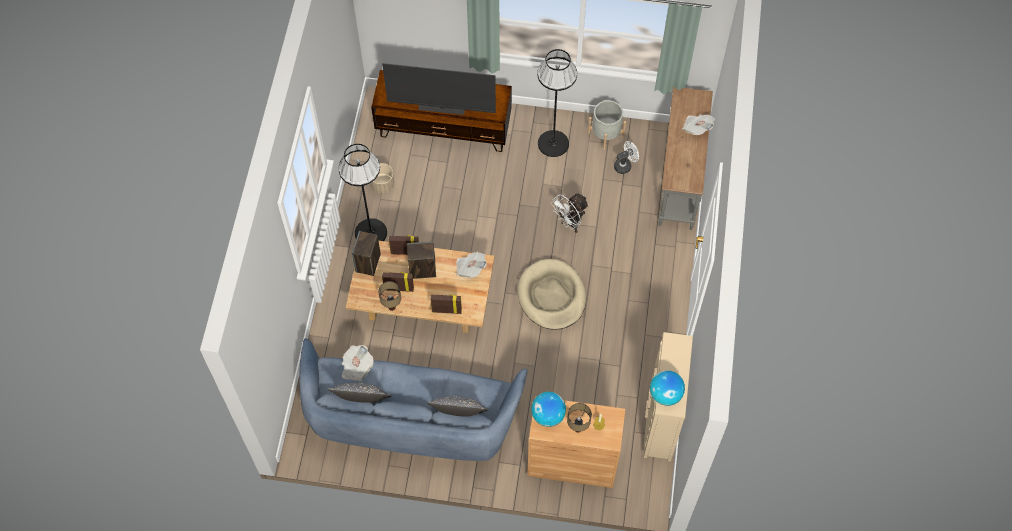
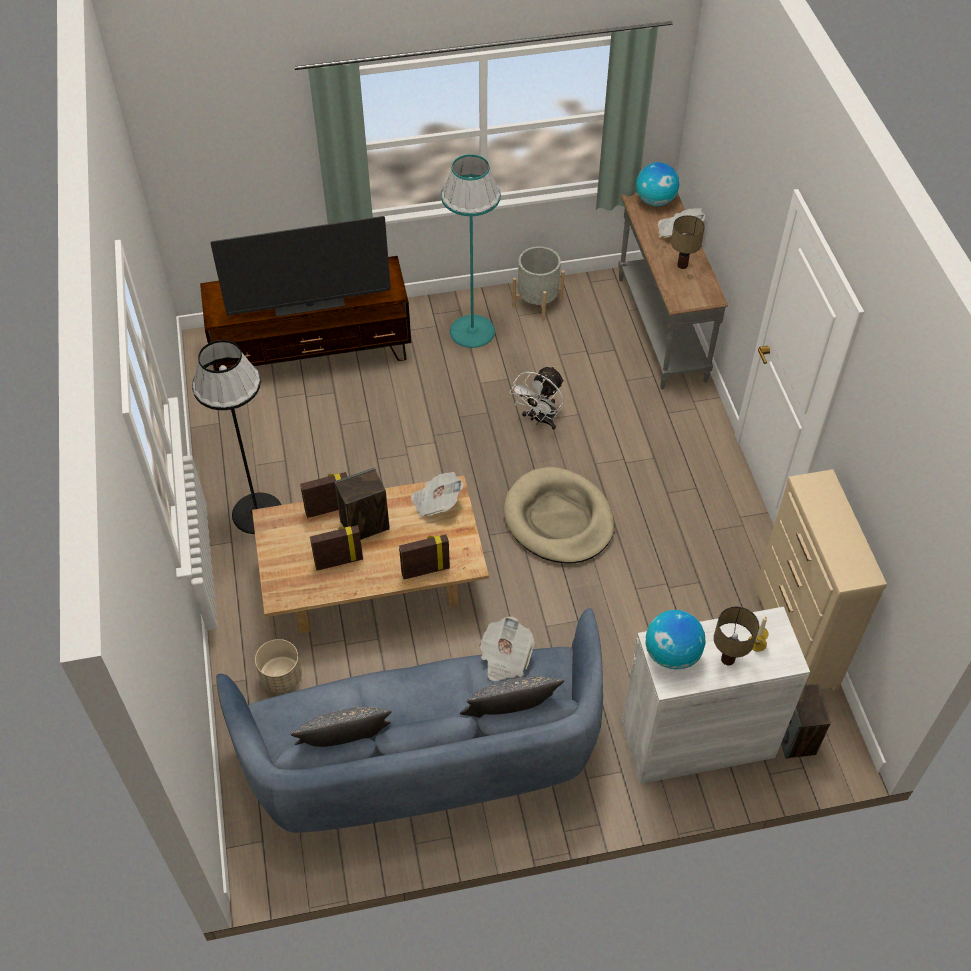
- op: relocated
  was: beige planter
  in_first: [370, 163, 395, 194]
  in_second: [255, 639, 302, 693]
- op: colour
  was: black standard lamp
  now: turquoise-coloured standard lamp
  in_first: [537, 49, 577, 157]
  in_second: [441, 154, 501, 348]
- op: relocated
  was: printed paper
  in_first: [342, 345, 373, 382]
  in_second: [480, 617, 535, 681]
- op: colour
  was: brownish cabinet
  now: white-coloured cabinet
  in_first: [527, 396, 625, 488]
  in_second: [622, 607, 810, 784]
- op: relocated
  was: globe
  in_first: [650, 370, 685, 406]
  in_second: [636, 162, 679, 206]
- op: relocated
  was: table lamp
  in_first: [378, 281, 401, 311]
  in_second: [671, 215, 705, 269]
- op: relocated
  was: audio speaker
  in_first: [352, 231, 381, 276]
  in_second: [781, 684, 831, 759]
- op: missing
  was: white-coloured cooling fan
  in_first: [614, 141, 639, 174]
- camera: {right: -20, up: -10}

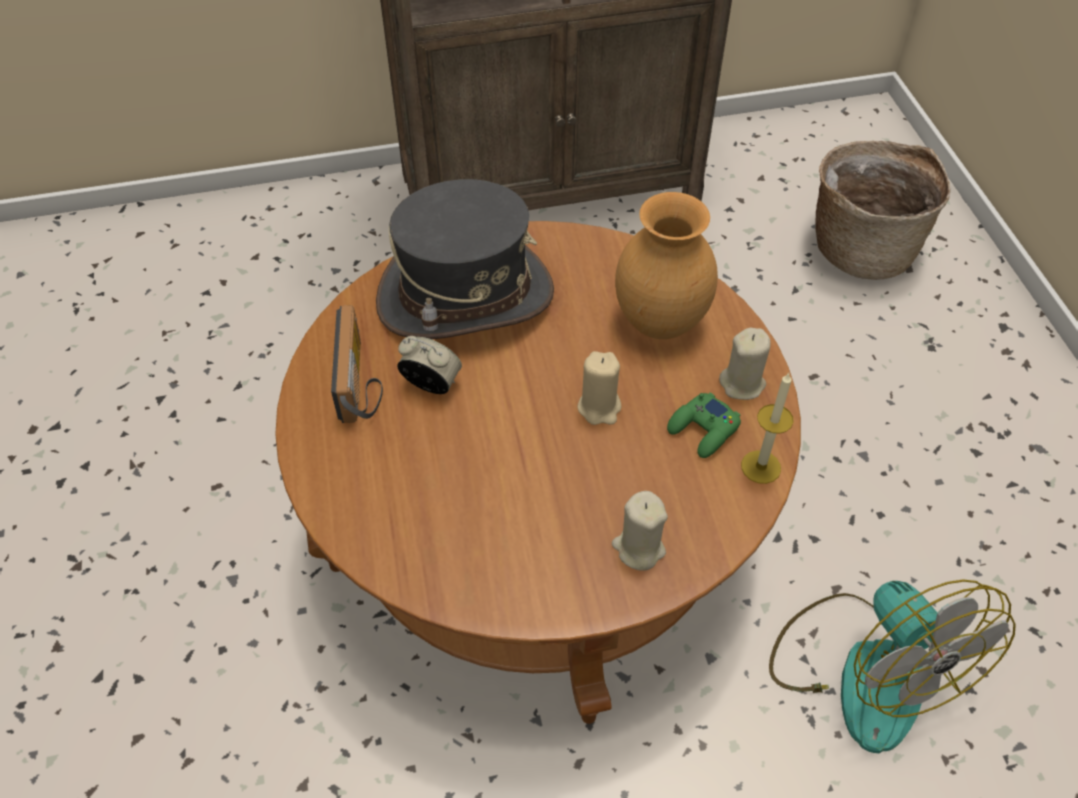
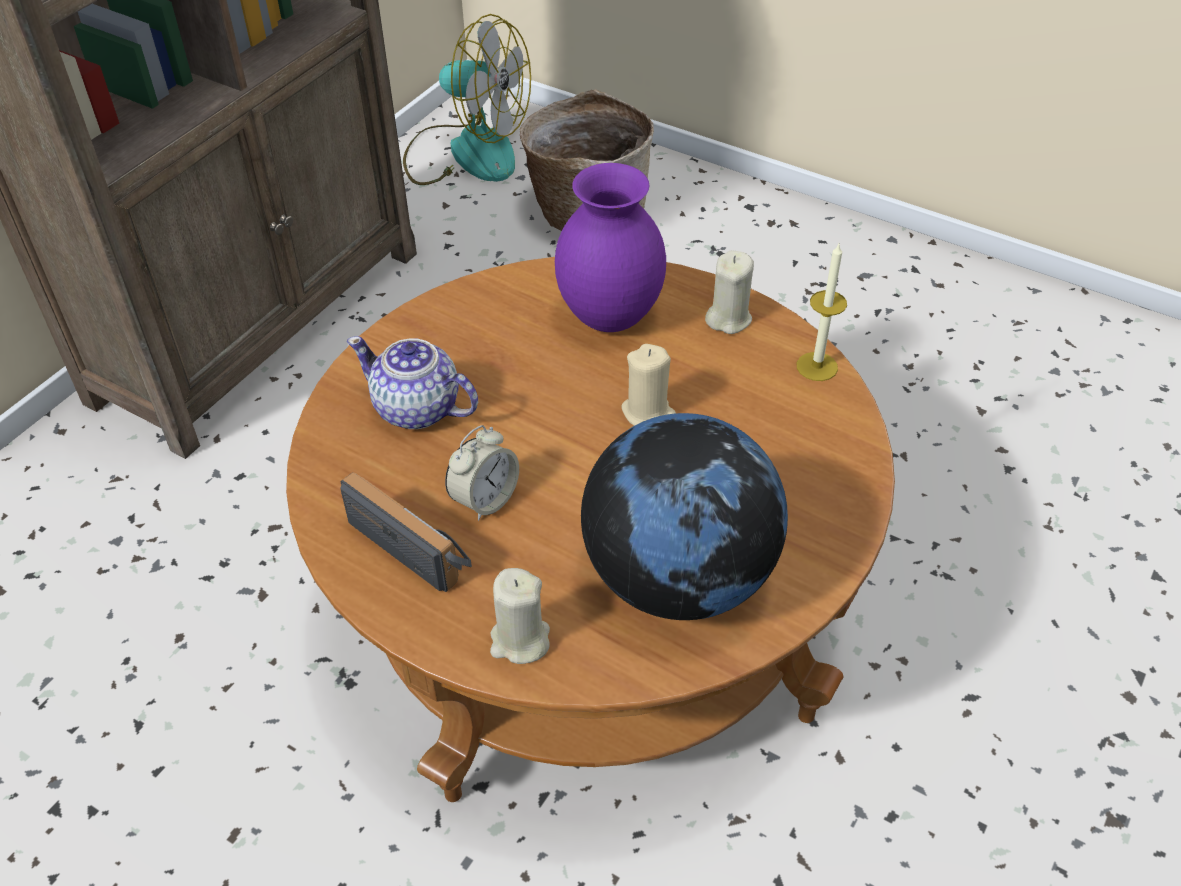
- op: exchanged
  was: gray clothing hat
  now: teapot
  in_first: [376, 179, 554, 339]
  in_second: [347, 336, 478, 429]
- op: relocated
  was: cooling fan
  in_first: [769, 579, 1016, 753]
  in_second: [403, 14, 531, 185]
- op: spun
  was: alarm clock
  in_first: [397, 336, 462, 394]
  in_second: [445, 425, 519, 521]
  clockwise: 150
- op: relocated
  was: beige candle
  in_first: [612, 491, 668, 571]
  in_second: [490, 568, 550, 664]
- op: colour
  was: brownish decorative vase
  now: purple-coloured decorative vase
  in_first: [615, 192, 718, 339]
  in_second: [555, 163, 666, 332]
- op: appeared
  now: globe
  in_second: [581, 413, 788, 620]
- op: missing
  was: green gamepad
  in_first: [667, 392, 741, 458]
- camera: {right: -45, up: -5}

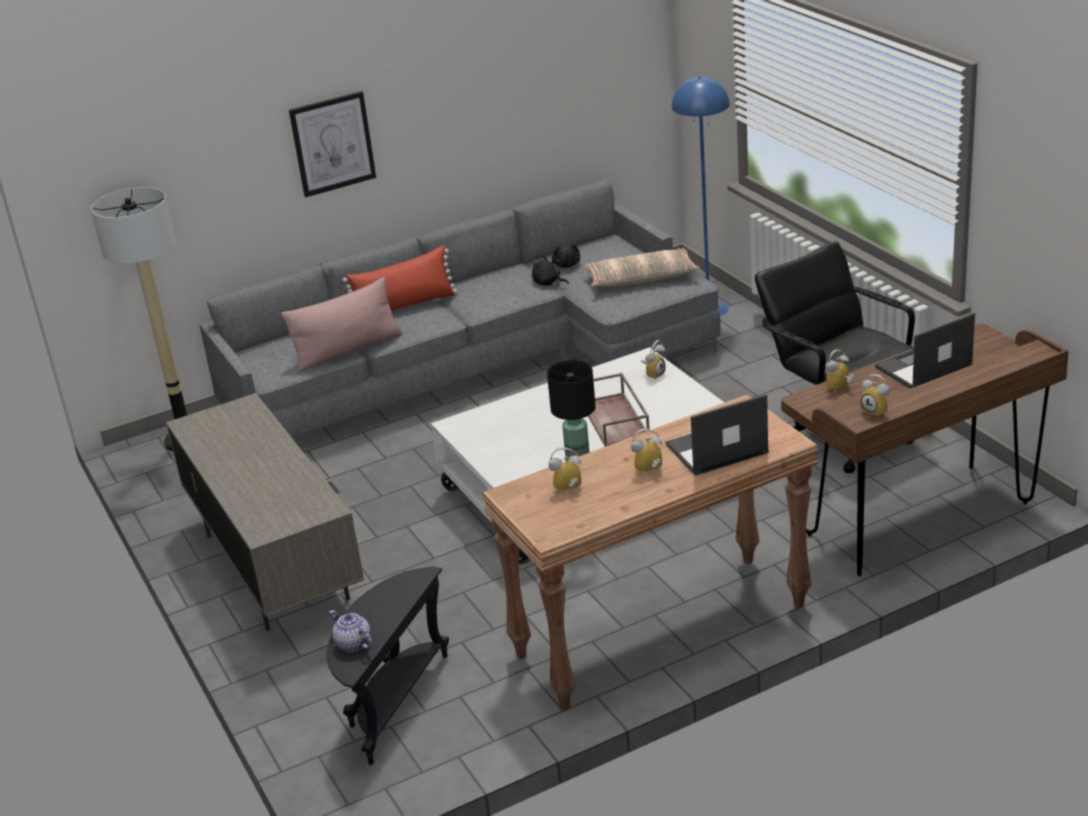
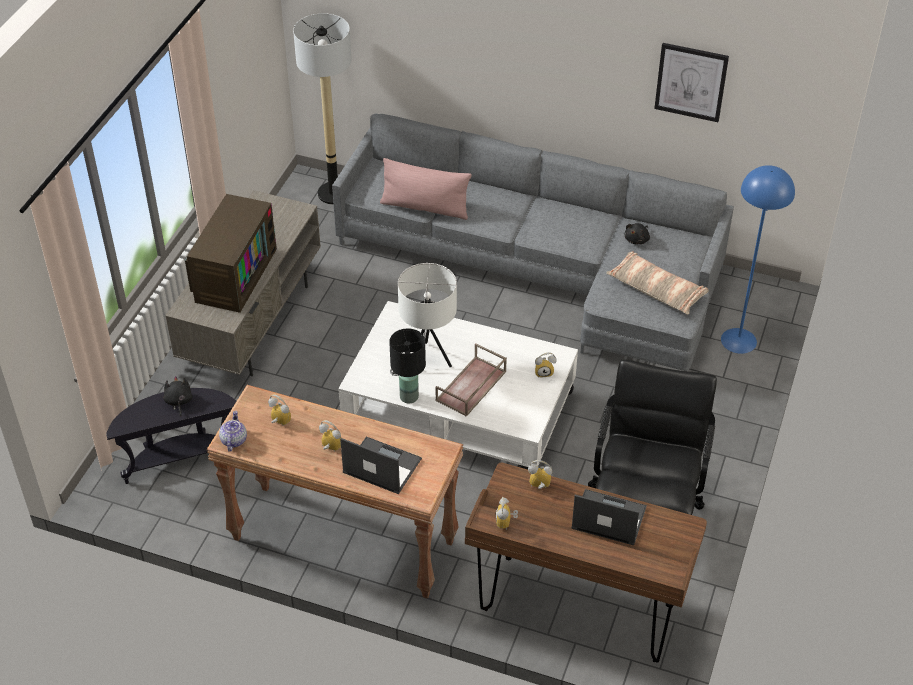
- op: relocated
  was: black plush toy
  in_first: [532, 255, 569, 286]
  in_second: [163, 376, 192, 416]
- op: appeared
  now: TV set
  in_second: [185, 194, 277, 313]
- op: relocated
  was: teapot
  in_first: [330, 610, 372, 652]
  in_second: [219, 411, 247, 452]
- op: appeared
  now: white-coloured table lamp
  in_second: [390, 263, 457, 376]
- op: relocated
  was: wall art
  in_first: [289, 91, 376, 197]
  in_second: [654, 43, 729, 122]
- op: missing
  was: reddish throw pillow
  in_first: [343, 246, 457, 311]
- camera: {right: 45, up: 15}

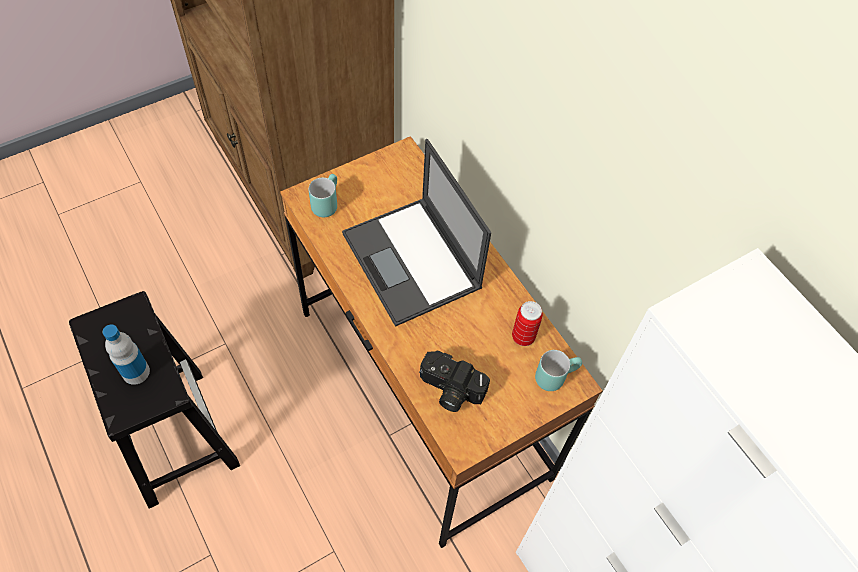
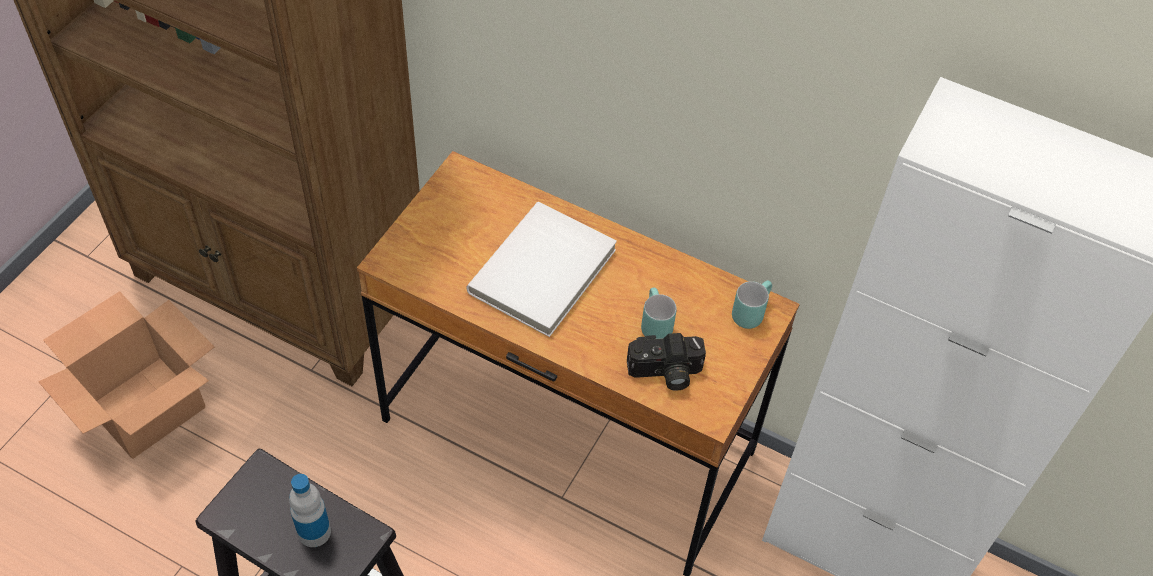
- op: appeared
  now: packing box
  in_second: [38, 291, 214, 459]
- op: exchanged
  was: notebook computer
  now: white-coloured book
  in_first: [342, 139, 491, 327]
  in_second: [467, 202, 617, 337]
- op: relocated
  was: turquoise-coloured mug
  in_first: [309, 174, 337, 218]
  in_second: [641, 288, 677, 339]
- op: missing
  was: can
  in_first: [512, 301, 543, 346]
- camera: {right: -30, up: -5}

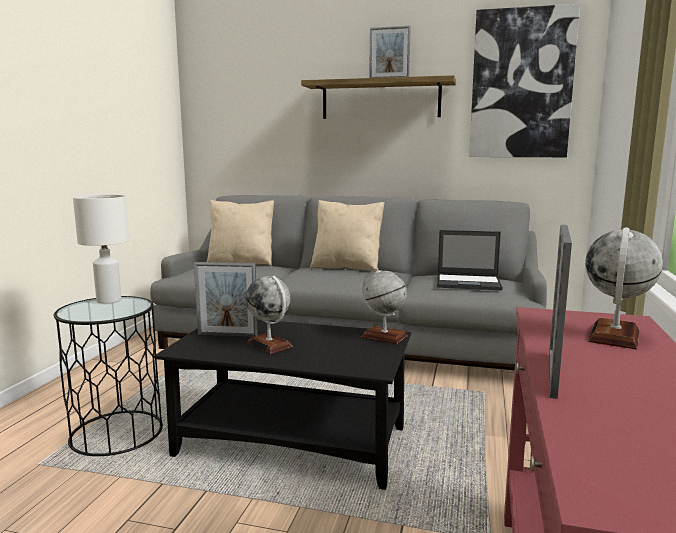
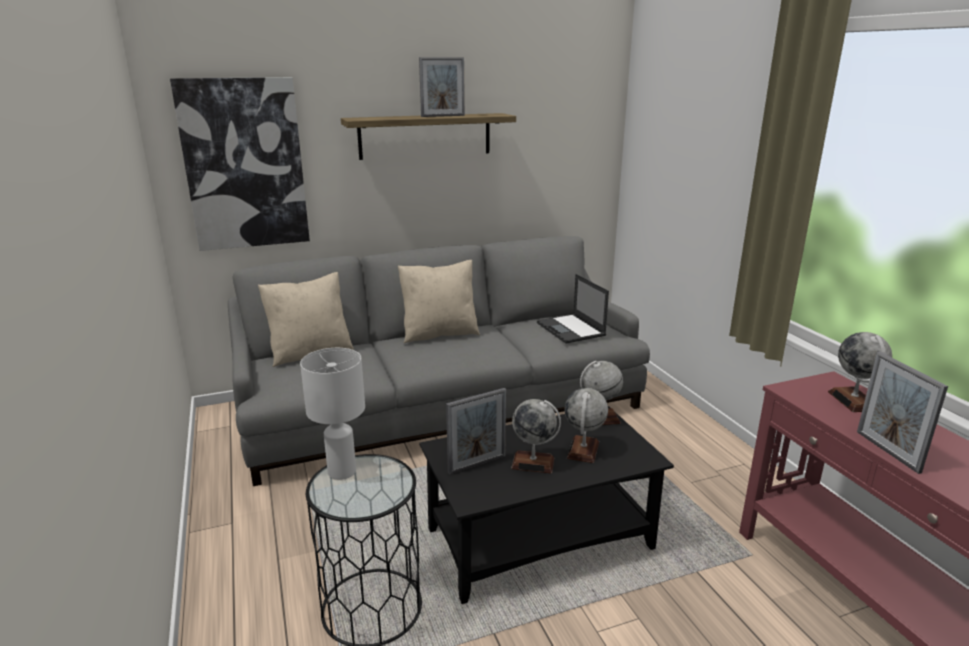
- op: relocated
  was: wall art
  in_first: [469, 4, 580, 157]
  in_second: [170, 77, 310, 251]
- op: spun
  was: notebook computer
  in_first: [437, 230, 503, 290]
  in_second: [537, 274, 609, 344]
  clockwise: 90
- op: appeared
  now: globe
  in_second: [565, 388, 608, 463]
- camera: {right: -35, up: 10}

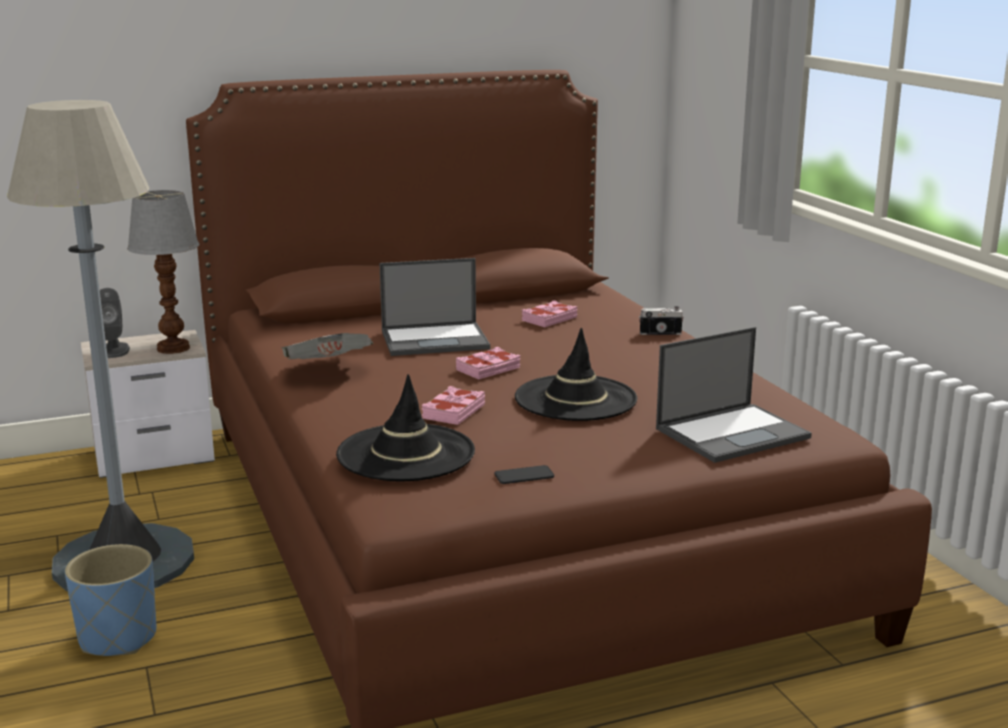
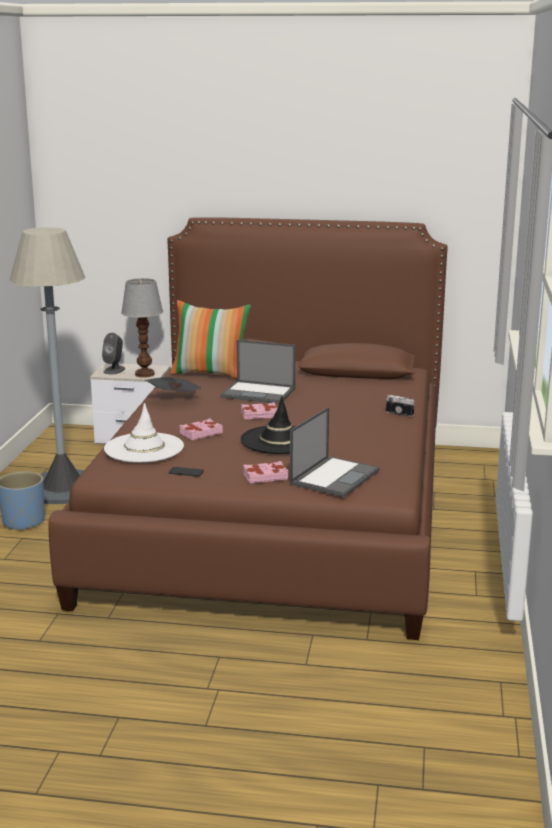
- op: colour
  was: black clothing hat
  now: white-coloured clothing hat
  in_first: [336, 374, 475, 482]
  in_second: [104, 403, 184, 463]
- op: appeared
  now: throw pillow
  in_second: [171, 300, 251, 379]
- op: relocated
  was: pinkish book
  in_first: [522, 301, 577, 327]
  in_second: [243, 461, 288, 483]
- op: spun
  was: notebook computer
  in_first: [656, 327, 812, 463]
  in_second: [290, 407, 380, 497]
  clockwise: -60
- camera: {right: 30, up: 0}

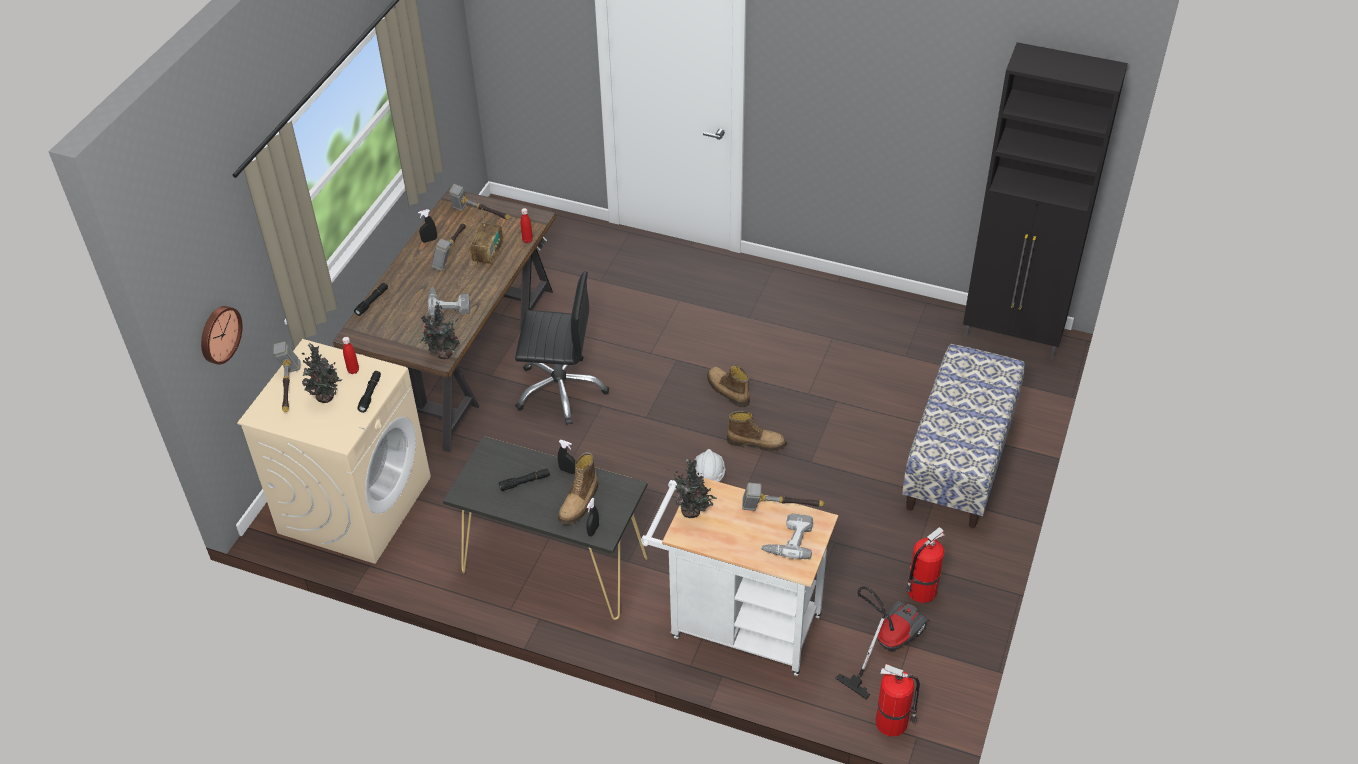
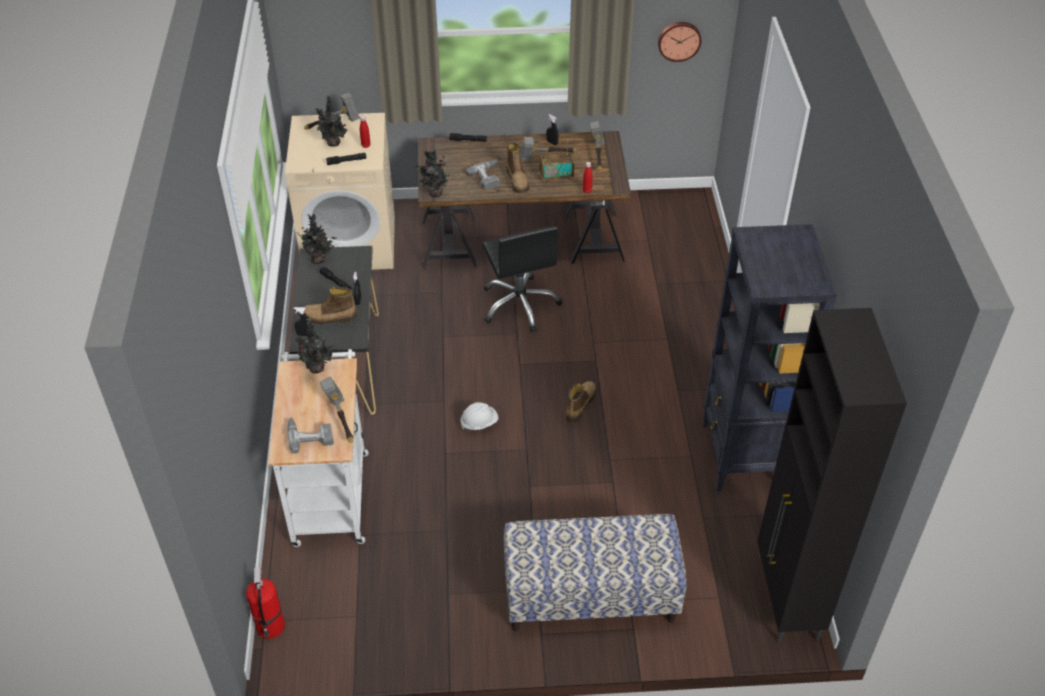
- op: appeared
  now: plant in a pot
  in_second: [297, 214, 337, 264]
- op: relocated
  was: high-top boot
  in_first: [727, 411, 787, 451]
  in_second: [507, 142, 529, 194]
- op: relocated
  was: wall clock
  in_first: [201, 306, 243, 365]
  in_second: [658, 22, 701, 62]
- op: appeared
  now: black bookcase
  in_second: [702, 224, 837, 492]
- op: missing
  was: vacuum
  in_first: [835, 586, 929, 700]
- op: missing
  was: fire-fighting cylinder
  in_first: [905, 527, 945, 603]
- camera: {right: 65, up: 0}

